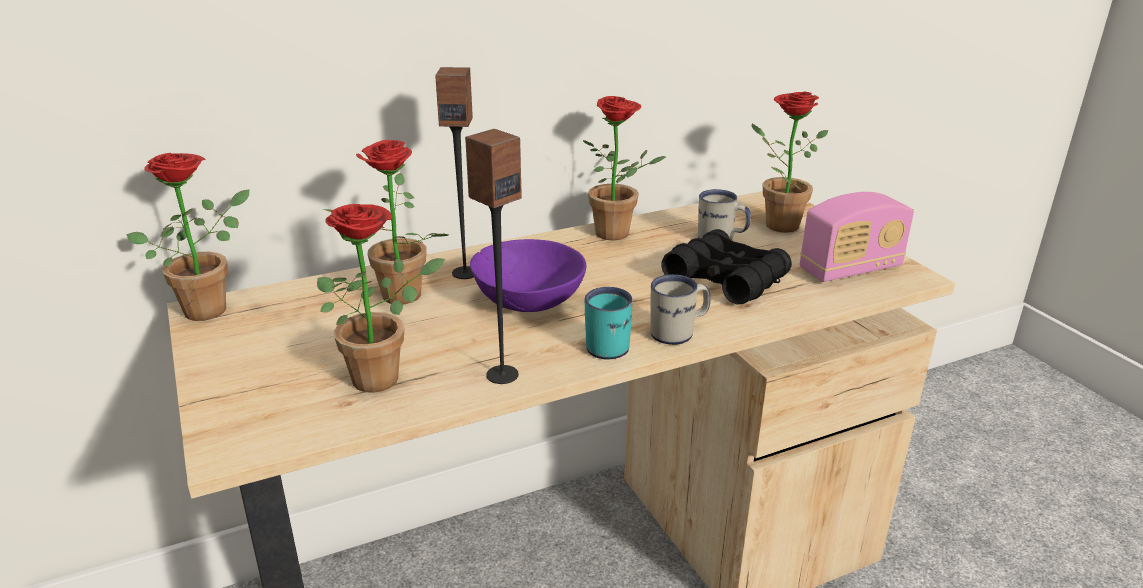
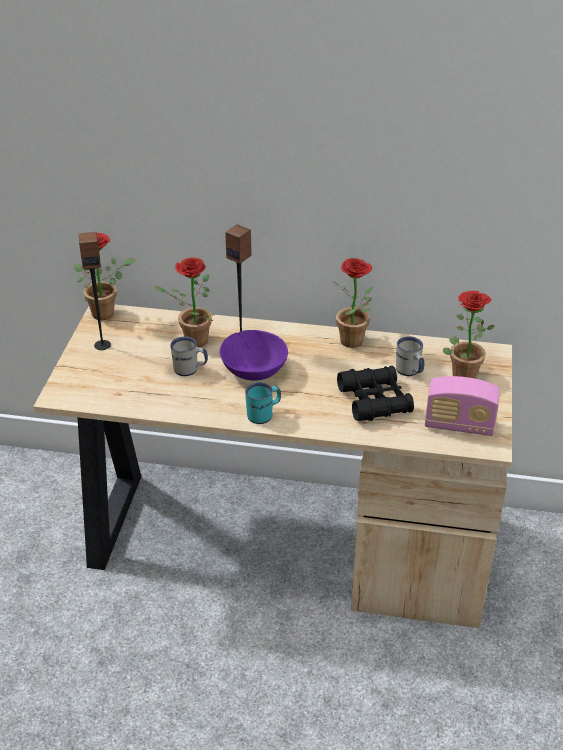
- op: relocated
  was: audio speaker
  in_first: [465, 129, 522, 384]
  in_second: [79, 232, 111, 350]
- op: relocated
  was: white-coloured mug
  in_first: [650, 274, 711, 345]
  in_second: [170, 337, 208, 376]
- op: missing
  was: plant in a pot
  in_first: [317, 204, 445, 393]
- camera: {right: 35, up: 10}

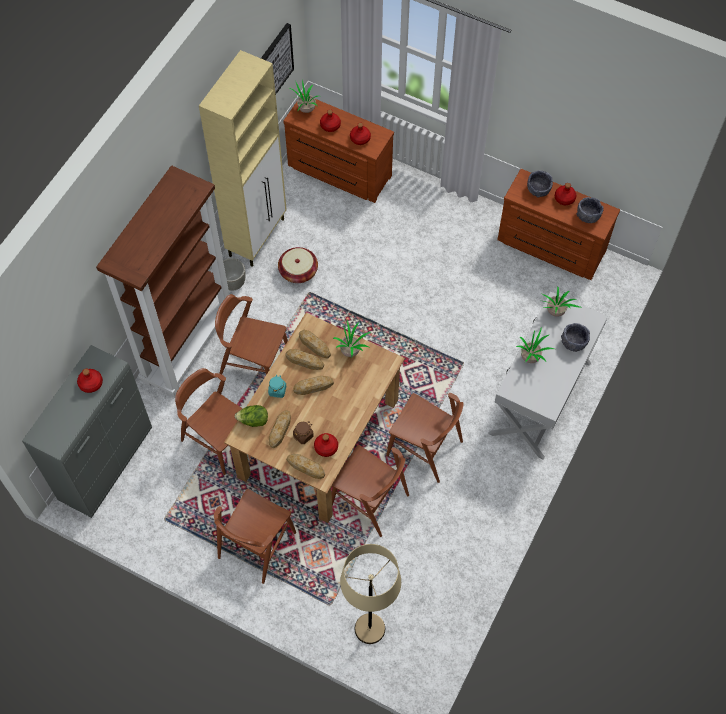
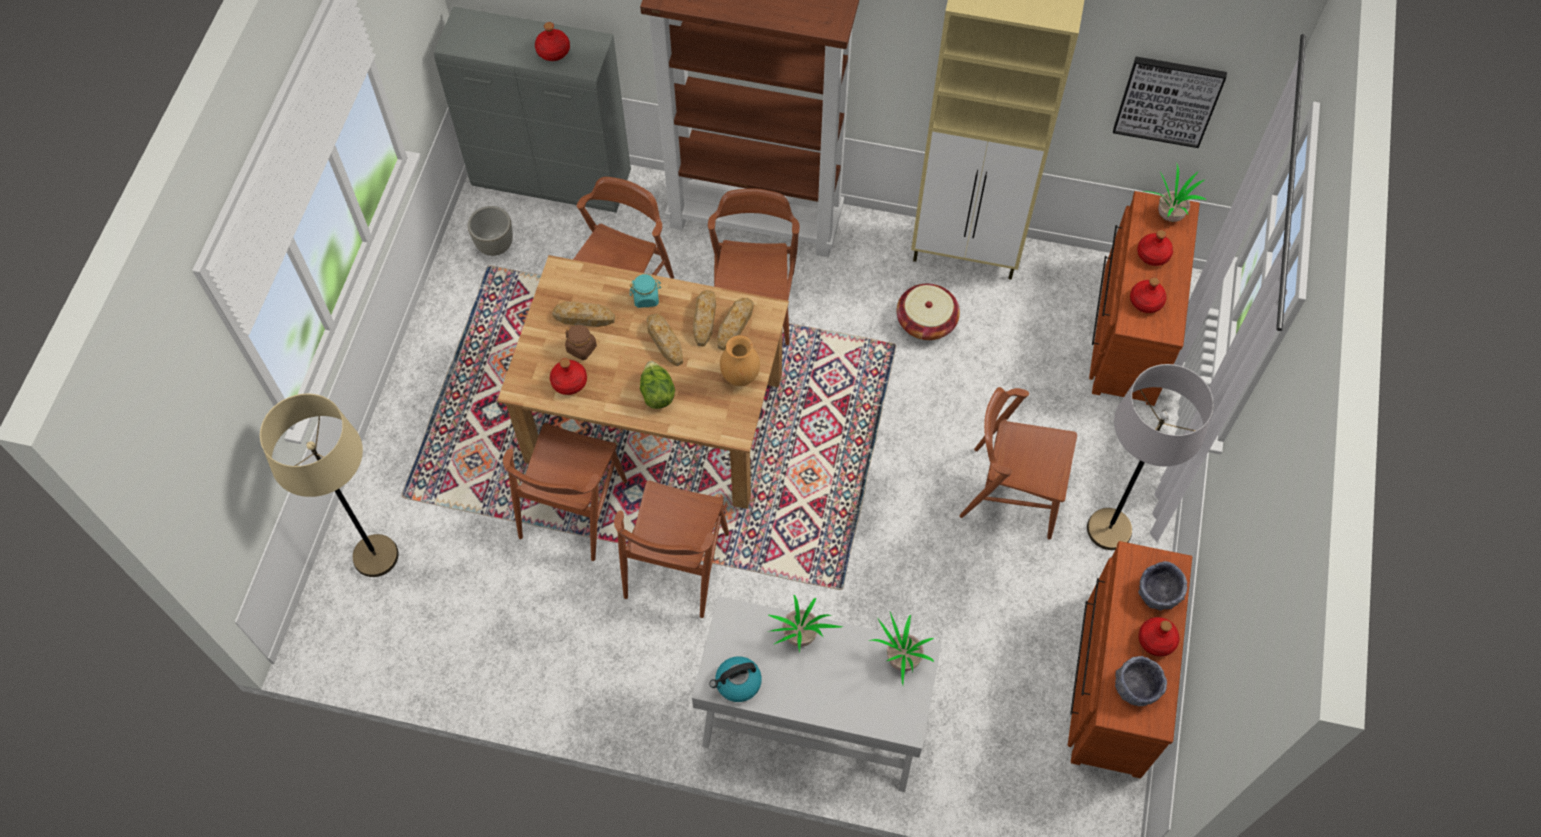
- op: relocated
  was: gray planter
  in_first: [223, 258, 246, 291]
  in_second: [468, 206, 513, 256]
- op: relocated
  was: lettuce head
  in_first: [235, 405, 268, 427]
  in_second: [640, 361, 675, 409]
- op: appeared
  now: kettle
  in_second: [709, 656, 762, 702]
- op: exchanged
  was: plant in a pot
  now: brownish decorative vase
  in_first: [333, 320, 371, 358]
  in_second: [720, 335, 760, 386]
- op: relocated
  was: brownish chair
  in_first: [214, 489, 296, 584]
  in_second: [959, 387, 1077, 540]
- op: appeared
  now: gray standard lamp
  in_second: [1087, 364, 1214, 550]
- op: missing
  was: baked bread
  in_first: [286, 454, 325, 479]
- op: missing
  was: gray deep dish
  in_first: [561, 323, 590, 352]
- camera: {right: 75, up: 0}

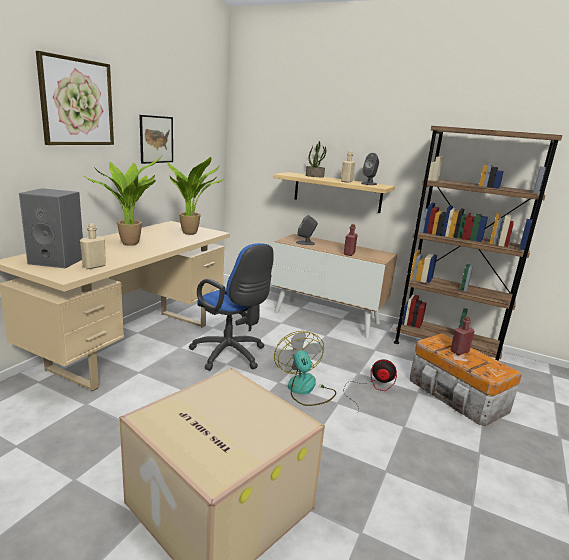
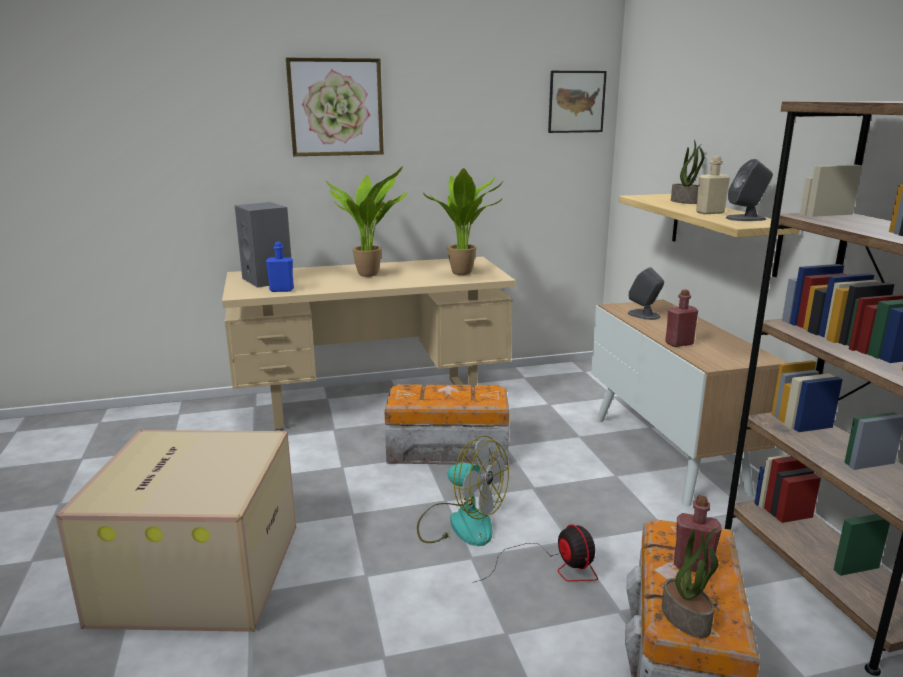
- op: colour
  was: beige bottle
  now: blue bottle
  in_first: [80, 223, 106, 269]
  in_second: [266, 242, 294, 292]
- op: exchanged
  was: blue desk chair
  now: storage container
  in_first: [189, 243, 274, 371]
  in_second: [384, 384, 509, 465]
- op: spun
  was: cooling fan
  in_first: [274, 331, 336, 406]
  in_second: [417, 435, 509, 546]
  clockwise: 90
- op: relocated
  was: wall art
  in_first: [139, 115, 173, 164]
  in_second: [548, 71, 607, 133]
- op: appeared
  now: plant in a pot
  in_second: [662, 528, 718, 638]
- camera: {right: 50, up: 0}

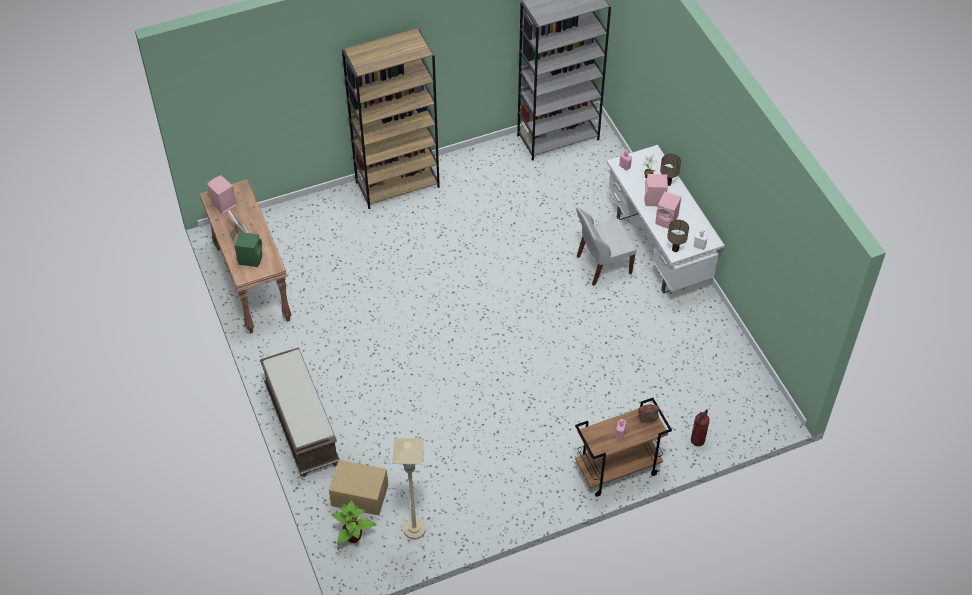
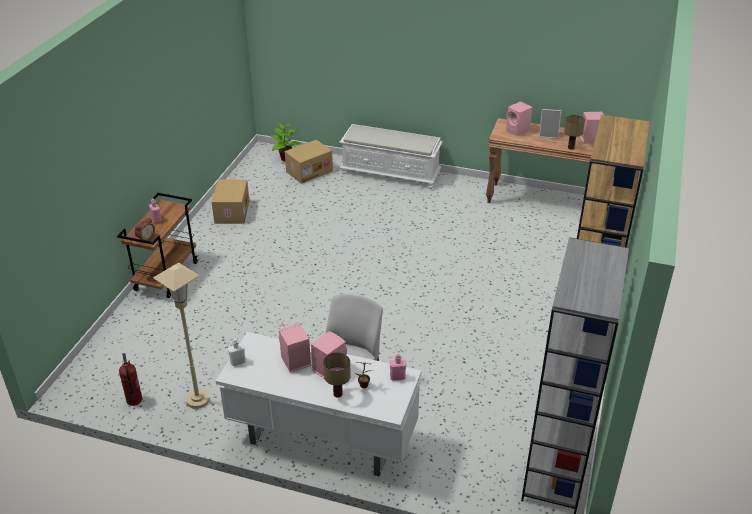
- op: relocated
  was: fire-fighting cylinder
  in_first: [691, 410, 710, 446]
  in_second: [119, 353, 142, 406]
- op: relocated
  was: beige standard lamp
  in_first: [393, 438, 426, 540]
  in_second: [153, 262, 210, 409]
- op: appeared
  now: packing box
  in_second: [212, 179, 249, 224]
- op: colour
  was: brownish long seat
  now: white-coloured long seat
  in_first: [260, 347, 340, 477]
  in_second: [339, 124, 443, 189]
- op: colour
  was: green audio speaker
  now: pinkish audio speaker
  in_first: [234, 232, 262, 267]
  in_second: [506, 101, 533, 136]
- op: relocated
  was: table lamp
  in_first: [667, 220, 689, 252]
  in_second: [564, 115, 585, 150]
- camera: {right: 130, up: -15}

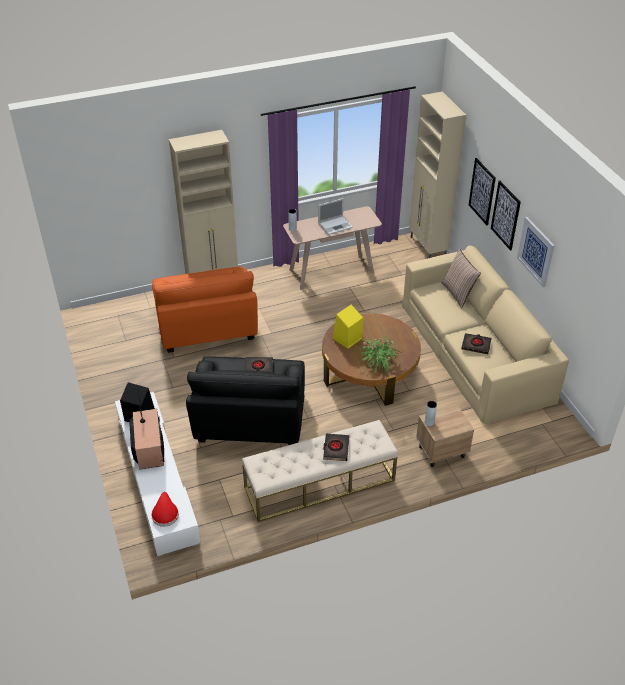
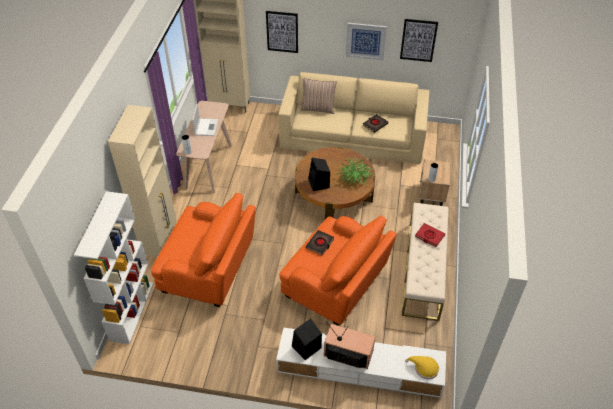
- op: appeared
  now: white-coloured bookcase
  in_second: [74, 191, 154, 344]
- op: colour
  was: black armchair
  now: orange-coloured armchair
  in_first: [186, 356, 305, 445]
  in_second: [280, 215, 397, 326]
- op: colour
  was: yellow audio speaker
  now: black audio speaker
  in_first: [333, 305, 363, 349]
  in_second: [308, 158, 330, 191]
- op: relocated
  was: wall art
  in_first: [491, 181, 521, 250]
  in_second: [400, 19, 438, 62]
- op: colour
  was: reddish clothing hat
  now: yellow clothing hat
  in_first: [151, 492, 179, 527]
  in_second: [405, 356, 439, 379]
- op: colour
  was: black book
  now: reddish book
  in_first: [323, 434, 349, 461]
  in_second: [415, 223, 445, 247]
- camera: {right: -60, up: 5}

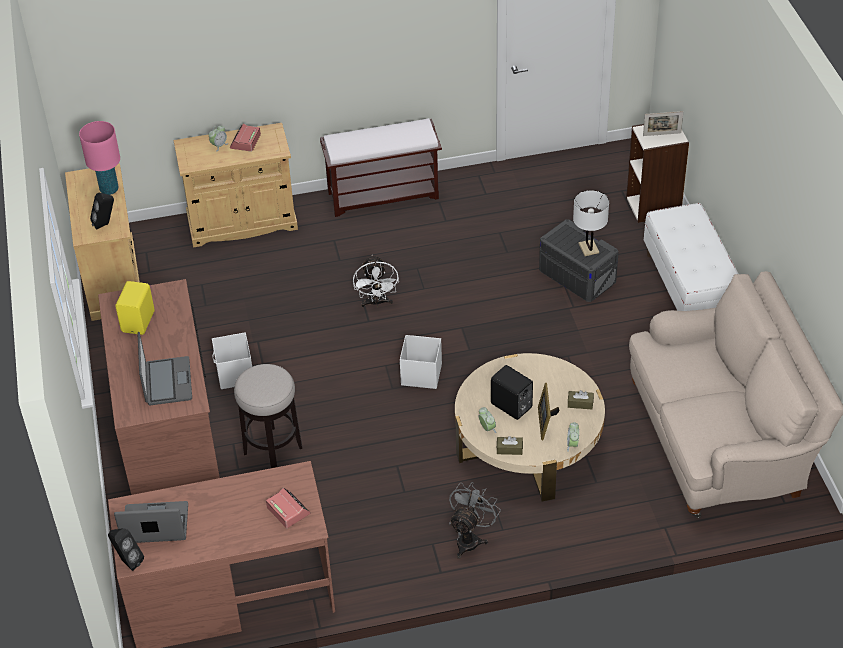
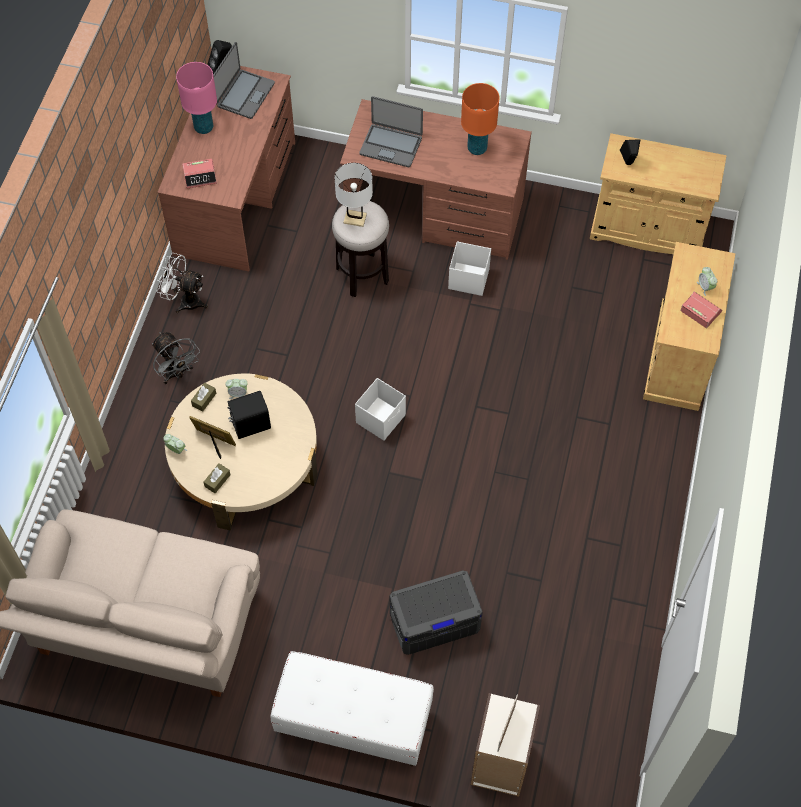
- op: relocated
  was: white-coloured cooling fan
  in_first: [353, 255, 399, 307]
  in_second: [157, 253, 208, 313]
- op: relocated
  was: pinkish table lamp
  in_first: [79, 121, 120, 195]
  in_second: [176, 62, 217, 134]
- op: relocated
  was: white-coloured table lamp
  in_first: [573, 190, 609, 256]
  in_second: [335, 163, 373, 227]
- op: exchanged
  was: yellow audio speaker
  now: orange-coloured table lamp
  in_first: [115, 281, 155, 335]
  in_second: [461, 83, 500, 155]
- op: missing
  was: brownish long seat
  in_first: [320, 118, 442, 217]
- camera: {right: 115, up: 15}

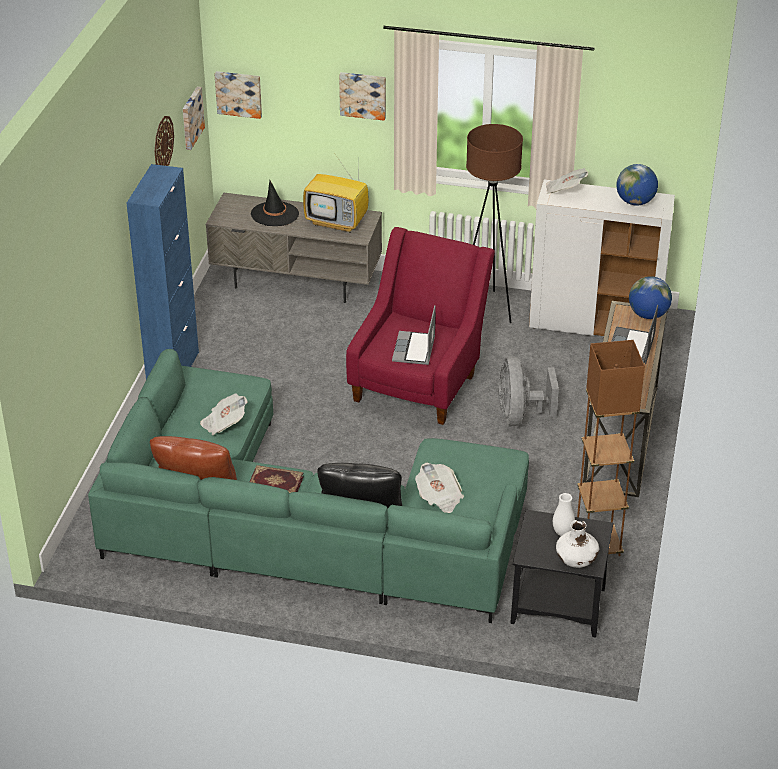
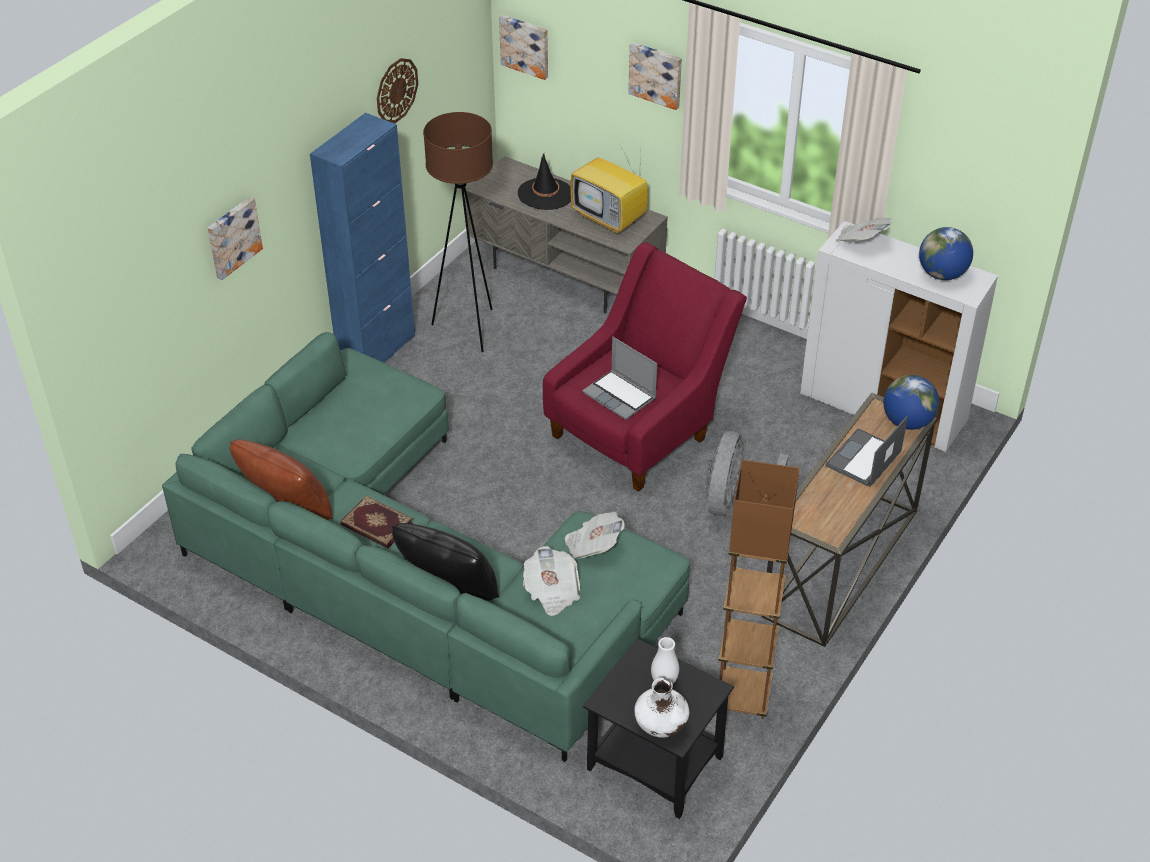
- op: relocated
  was: wall art
  in_first: [183, 87, 205, 150]
  in_second: [208, 197, 263, 280]
- op: relocated
  was: brownish standard lamp
  in_first: [466, 124, 523, 323]
  in_second: [423, 112, 493, 352]
- op: relocated
  was: printed paper
  in_first: [200, 394, 247, 435]
  in_second: [564, 512, 625, 559]
- op: spun
  was: notebook computer
  in_first: [392, 305, 436, 365]
  in_second: [582, 337, 657, 420]
  clockwise: -75
- camera: {right: 20, up: 5}

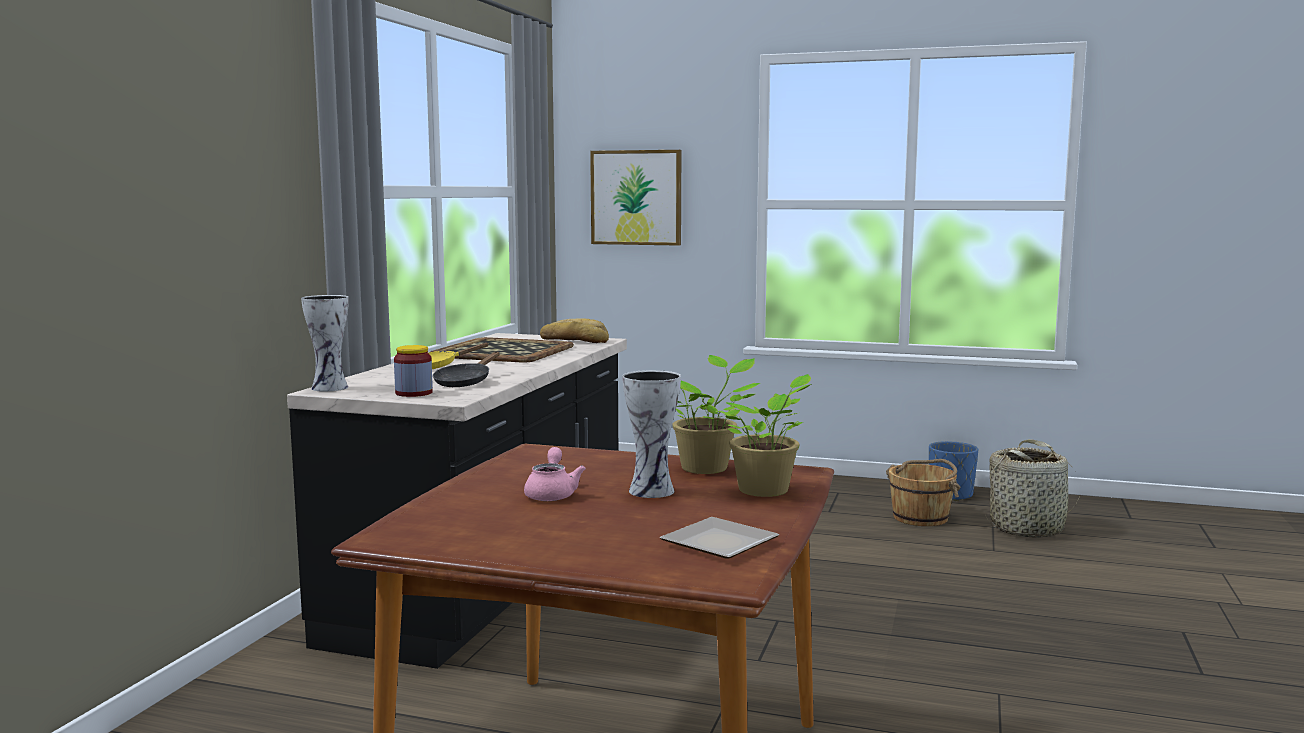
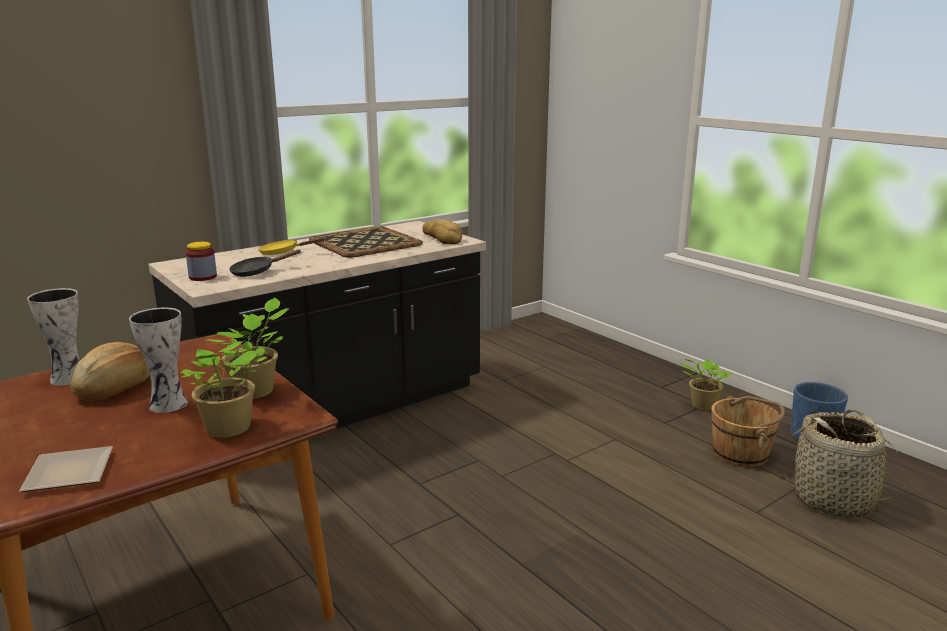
- op: relocated
  was: decorative vase
  in_first: [301, 295, 349, 391]
  in_second: [27, 288, 80, 386]
- op: exchanged
  was: pinkish teapot
  now: baked bread
  in_first: [524, 447, 586, 501]
  in_second: [70, 342, 150, 401]
- op: appeared
  now: plant in a pot
  in_second: [681, 359, 732, 410]
- op: missing
  was: wall art
  in_first: [590, 150, 681, 246]
- camera: {right: 35, up: 10}

